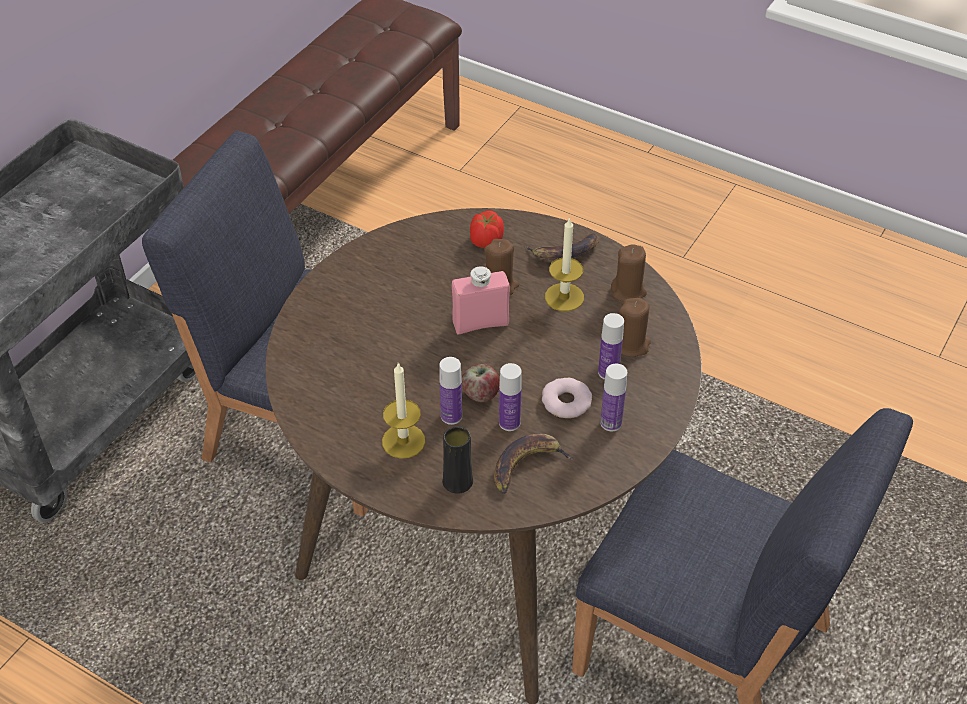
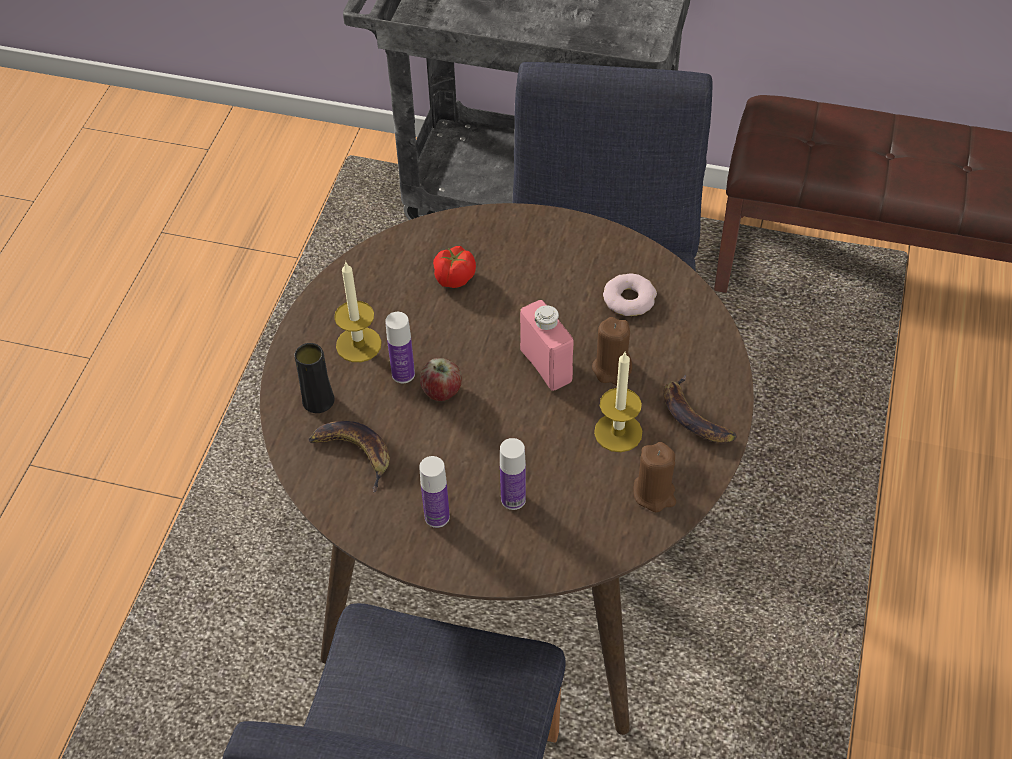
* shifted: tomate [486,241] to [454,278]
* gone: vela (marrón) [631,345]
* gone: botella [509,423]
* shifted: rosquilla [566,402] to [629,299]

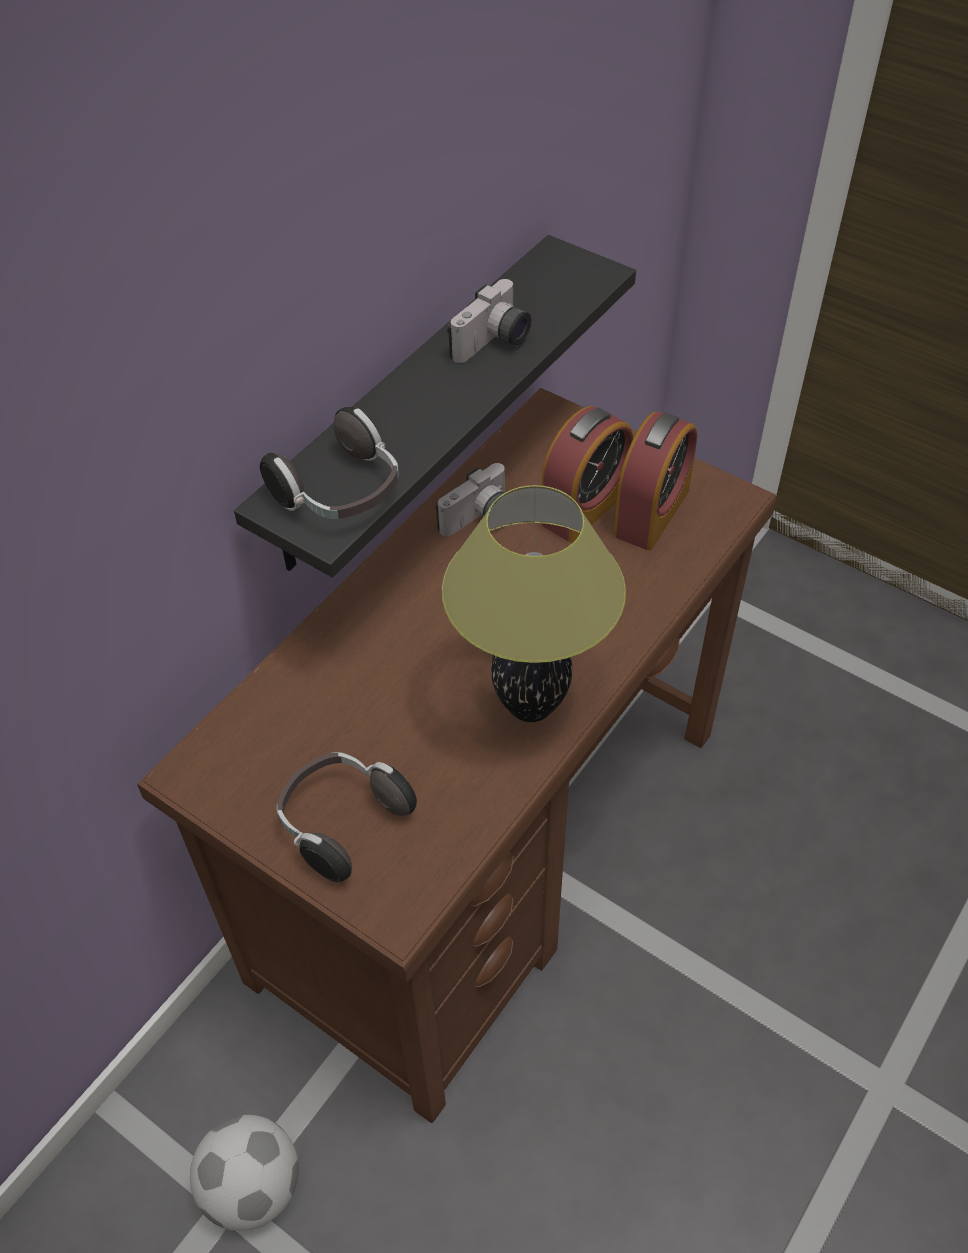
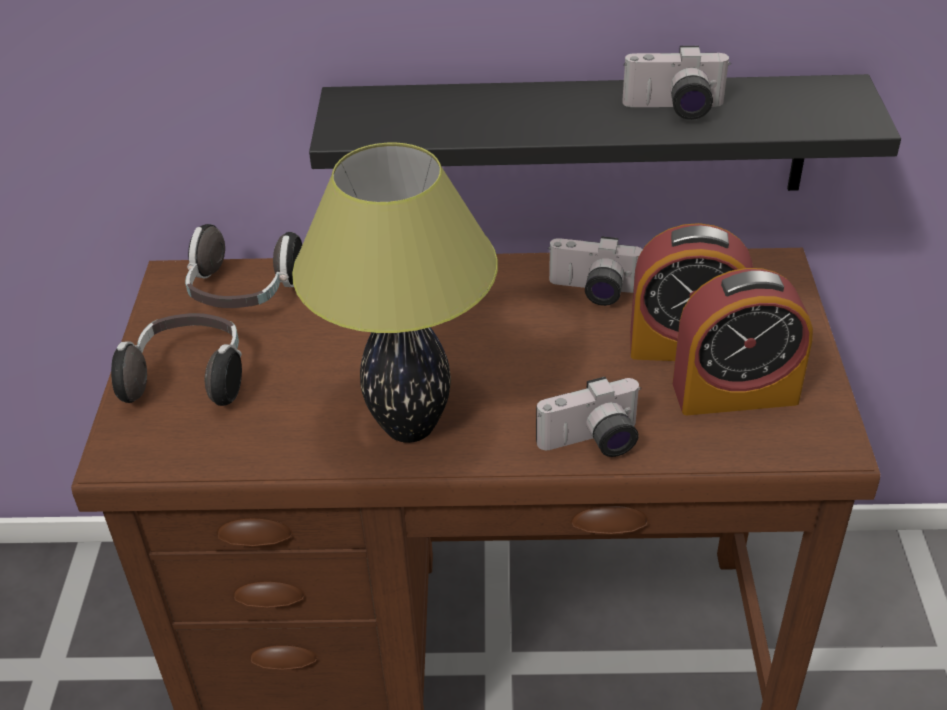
* shifted: auriculares [341,493] to [243,293]
* gone: balón de fútbol [253,1186]
* new: cámara [593,443]

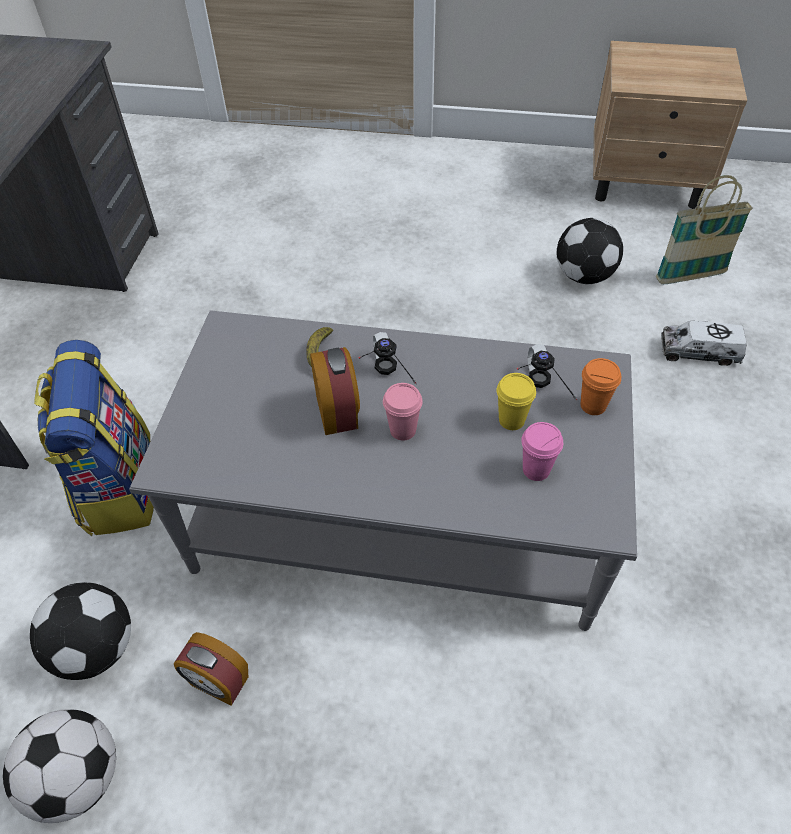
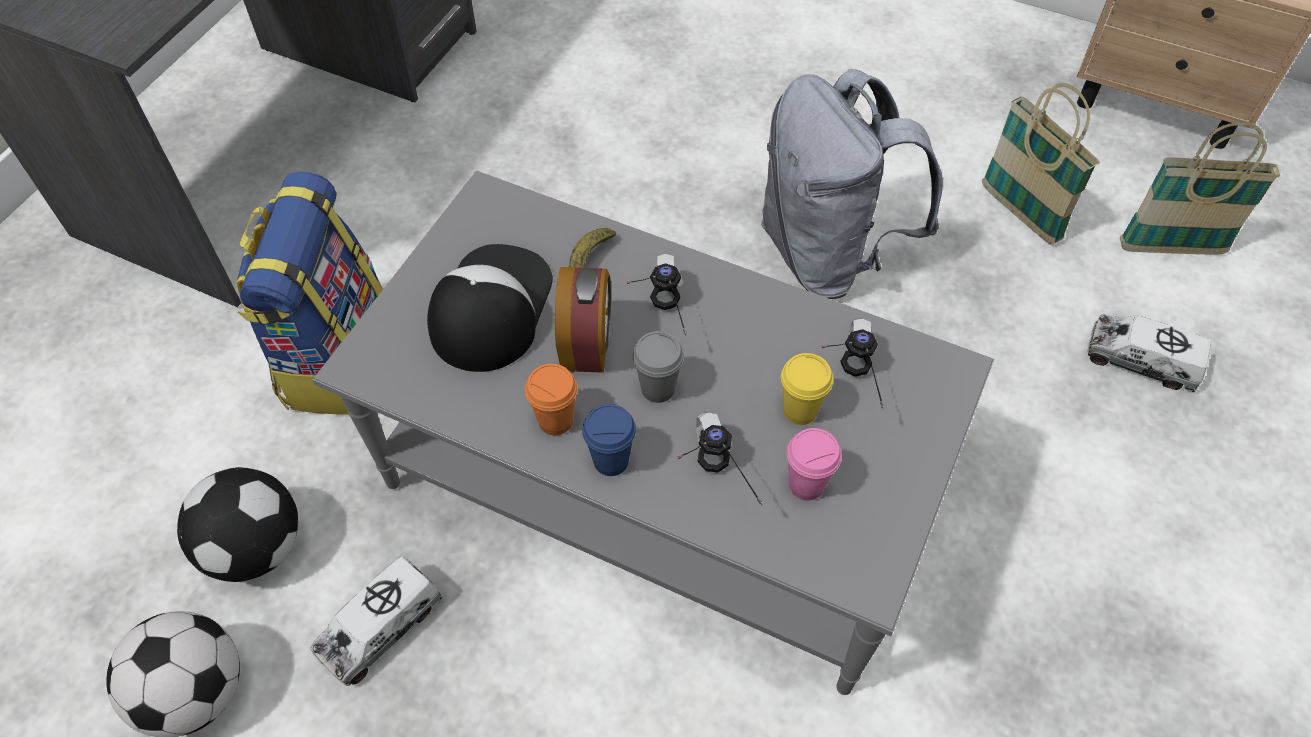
* swapped: balón de fútbol [585,276] to cesta [1020,213]
* shifted: taza (naranja) [593,405] to [555,421]
* repainted: taza (rosa) [403,430] to taza (gris) [658,388]
* swapped: despertador [219,682] to camión de juguete [381,628]
* new: mochila (gris) [828,254]
* new: gorra [489,308]
* new: taza (azul) [611,461]
* new: auriculares [709,483]

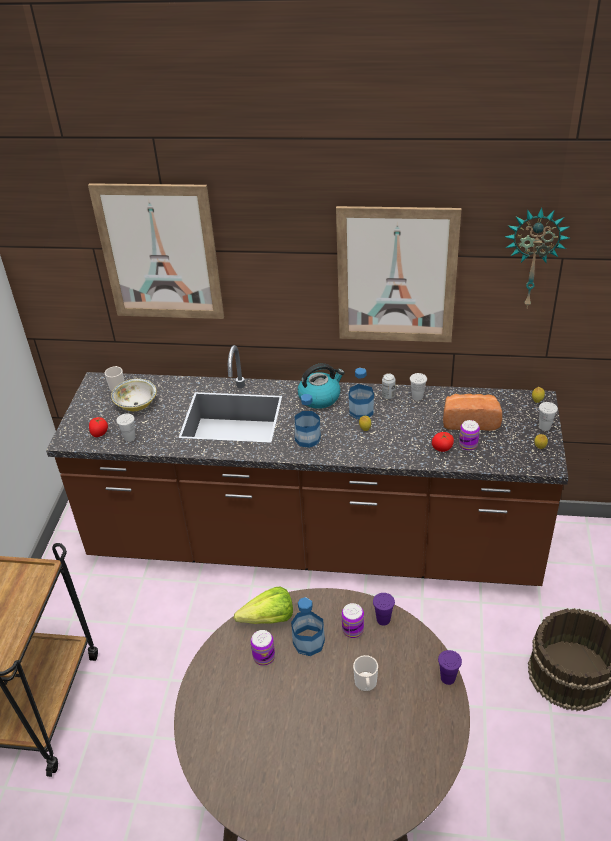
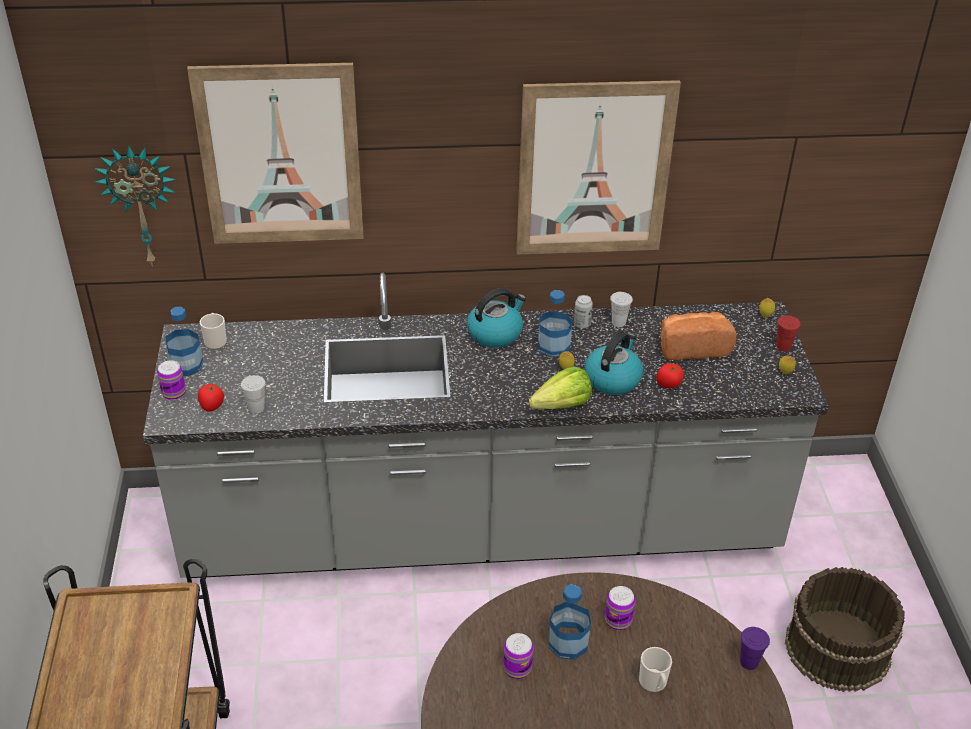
* shifted: reloj de pared [533,257] to [141,204]
* repainted: mueble bajo de cocina (marrón) [313,545] to mueble bajo de cocina (gris) [482,530]
* gone: cuenco [136,404]
* shifted: botella [307,439] to [186,365]
* repainted: taza (blanco) [544,427] to taza (rojo) [783,346]
* shifted: lata [468,445] to [174,393]
* shifted: lechuga [264,620] to [556,407]
* gone: taza (morado) [383,619]
* new: hervidor [612,379]

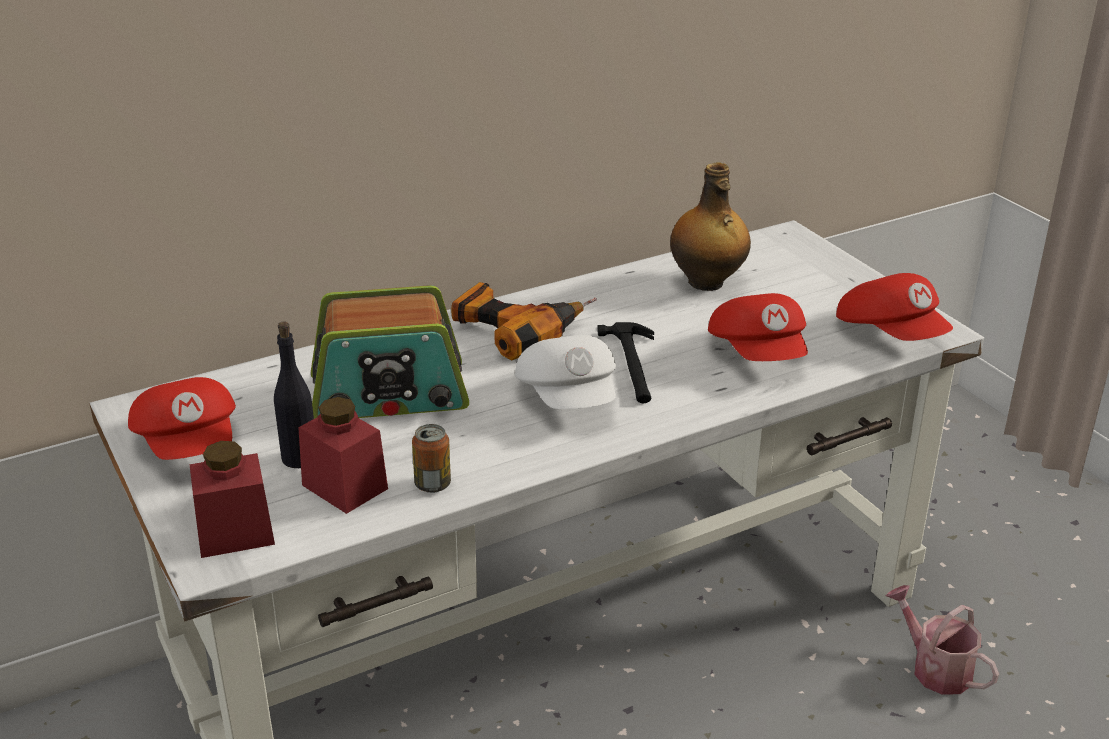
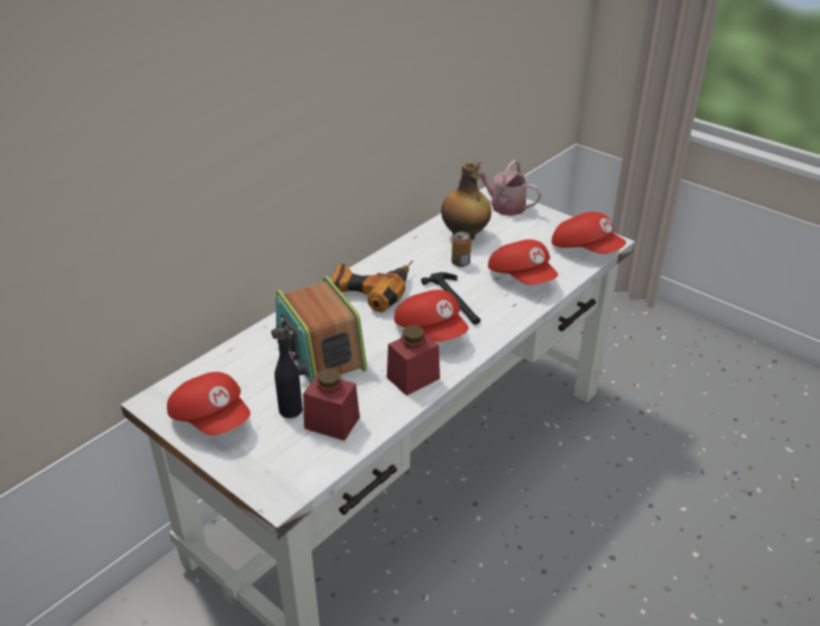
* rotated: radio [389,394] = [319,352] 90 degrees clockwise
* repainted: gorra (blanco) [570,398] to gorra (rojo) [431,330]
* shifted: lata [433,484] to [460,263]
* shifted: tarro (rojo) [235,533] to [413,378]
* shifted: regadera [935,668] to [503,205]

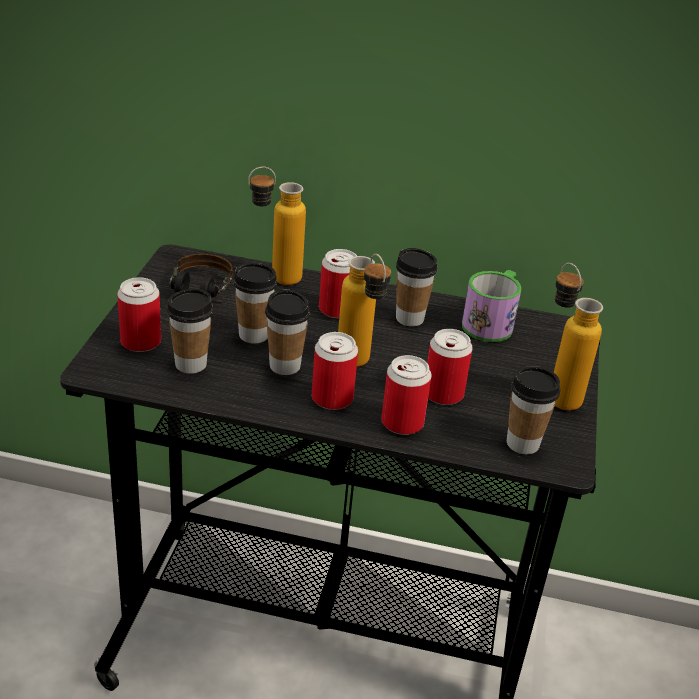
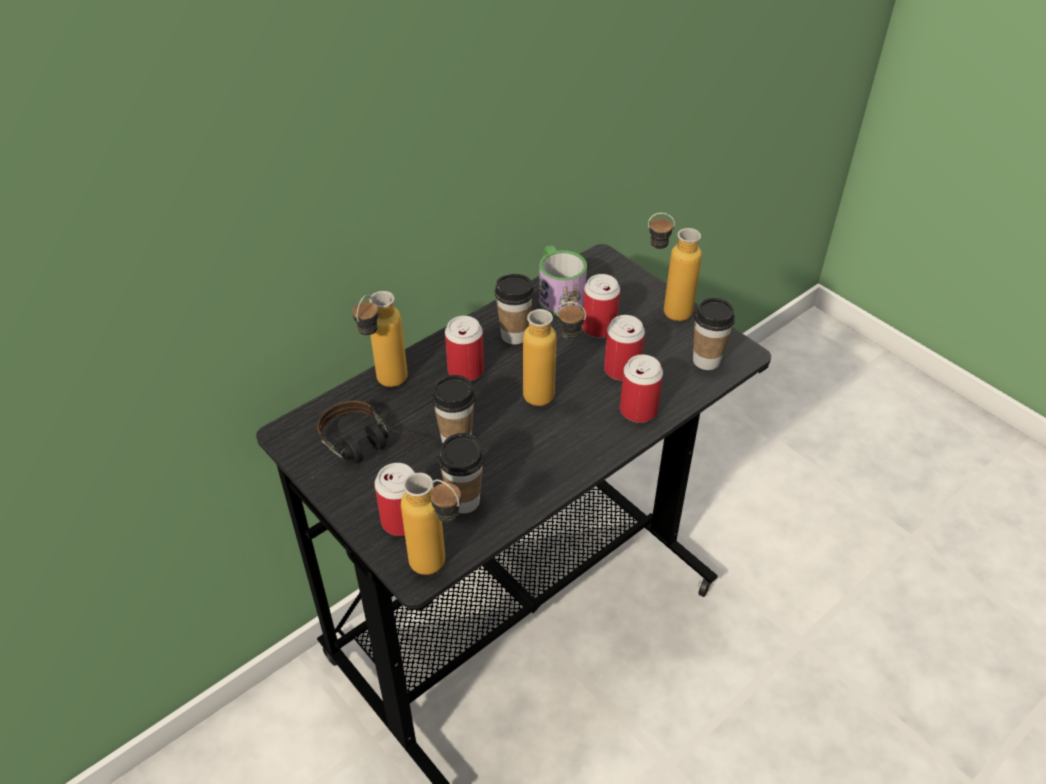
* gone: taza [285,366]
* shifted: lata [332,398] to [599,327]
* new: botella [439,569]

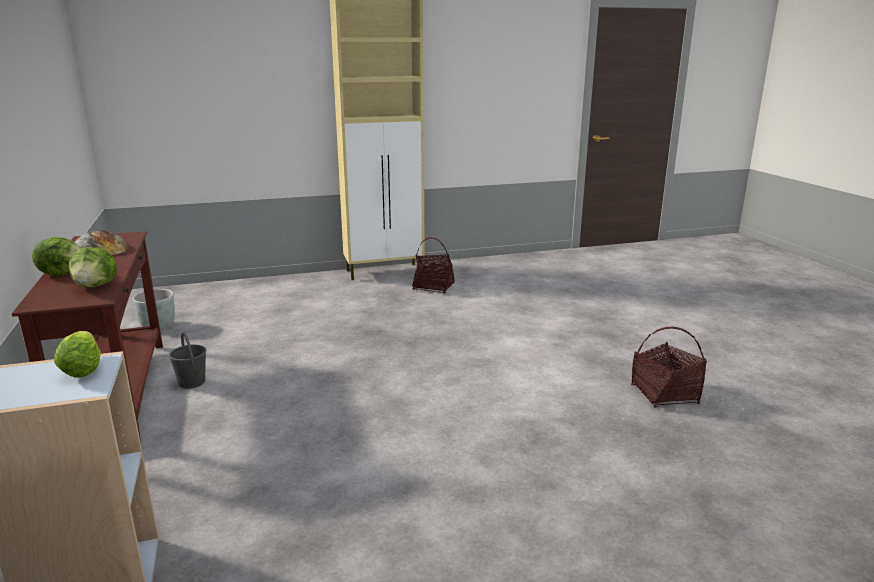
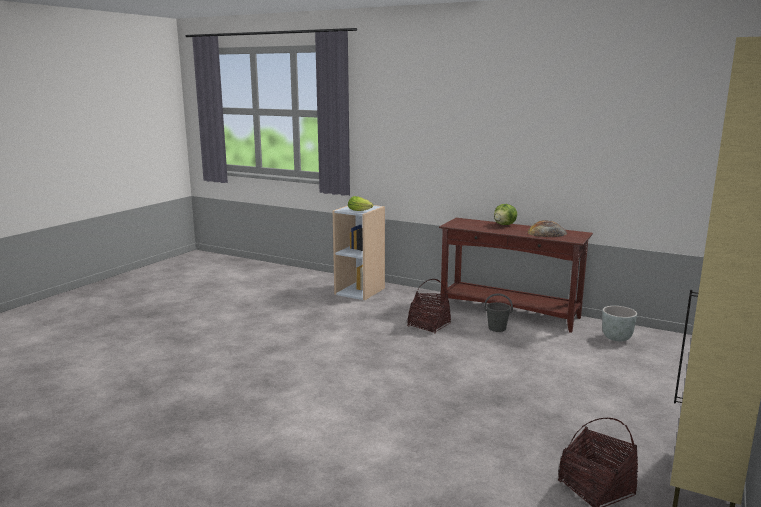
* gone: lechuga [96,286]
* shifted: cesta [665,394] to [428,325]

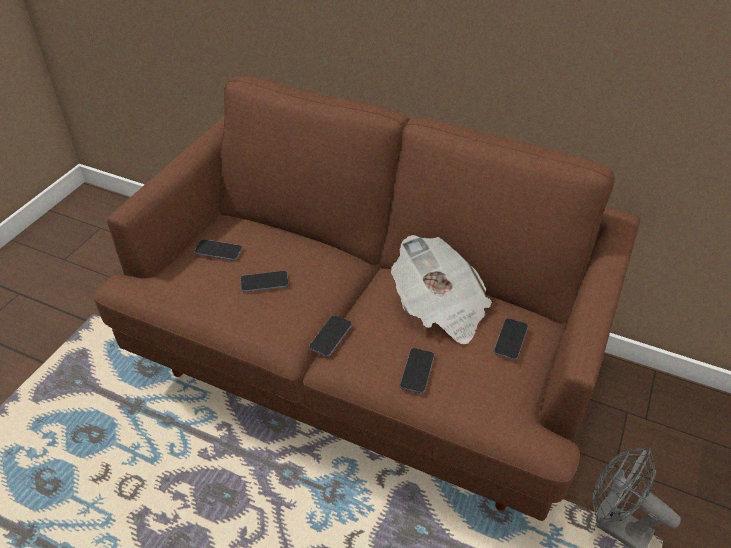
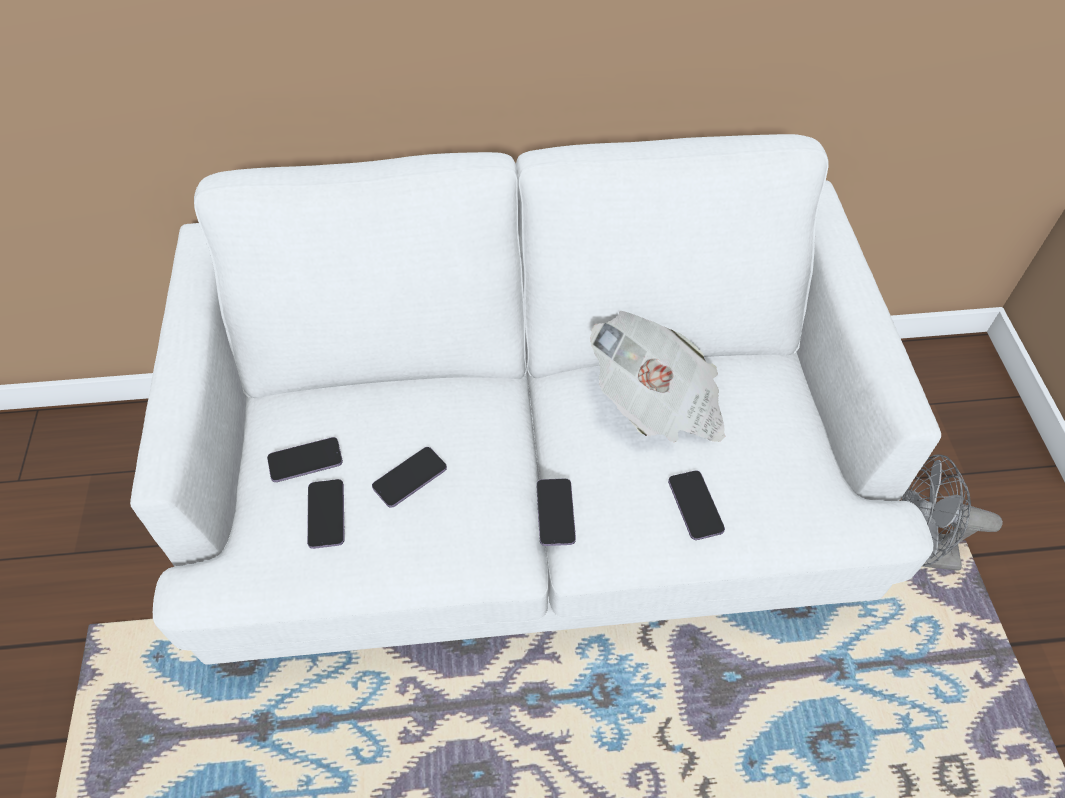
* repainted: sofá (marrón) [363,369] to sofá (blanco) [529,509]
* shifted: móvil [510,340] to [326,514]

